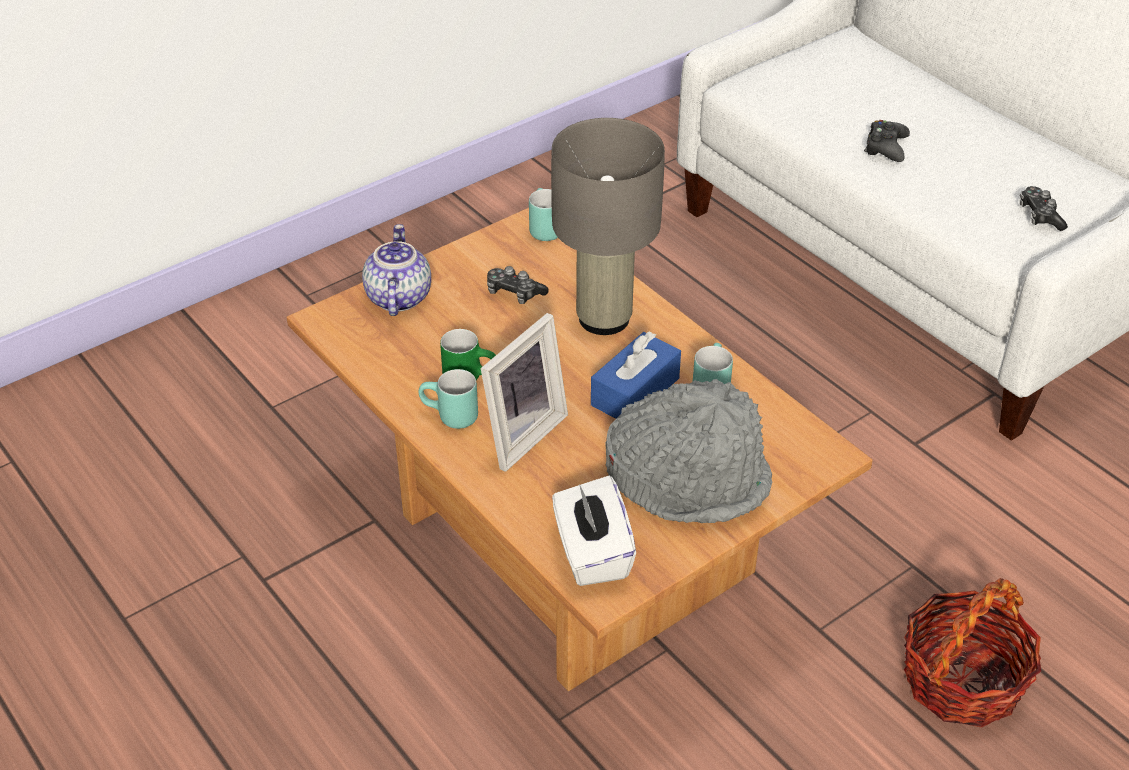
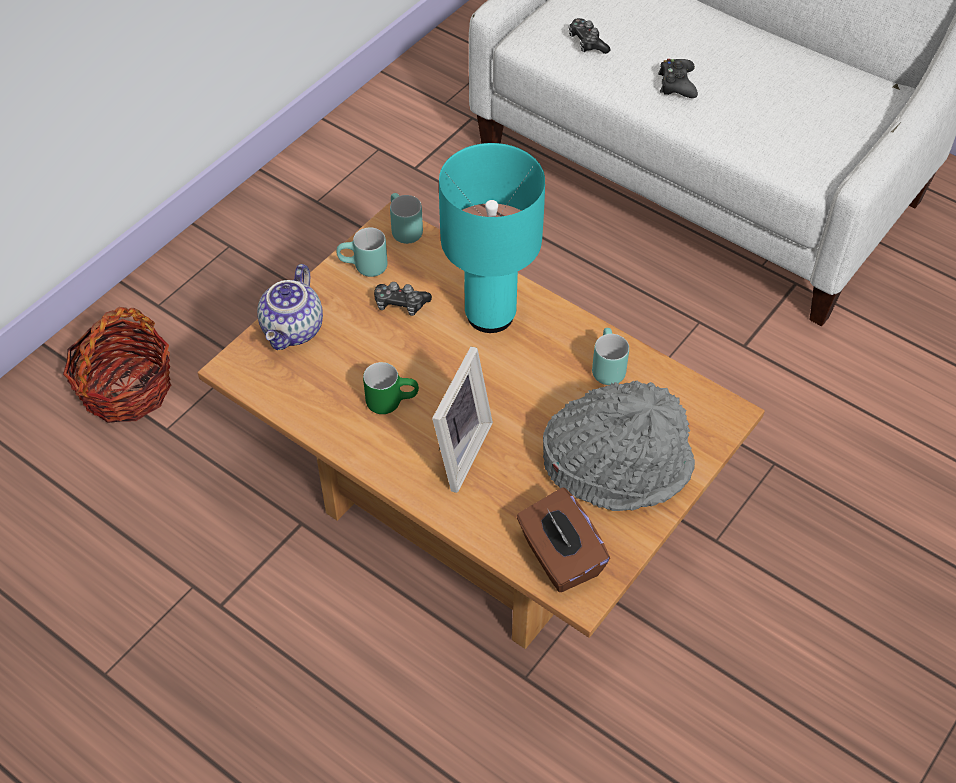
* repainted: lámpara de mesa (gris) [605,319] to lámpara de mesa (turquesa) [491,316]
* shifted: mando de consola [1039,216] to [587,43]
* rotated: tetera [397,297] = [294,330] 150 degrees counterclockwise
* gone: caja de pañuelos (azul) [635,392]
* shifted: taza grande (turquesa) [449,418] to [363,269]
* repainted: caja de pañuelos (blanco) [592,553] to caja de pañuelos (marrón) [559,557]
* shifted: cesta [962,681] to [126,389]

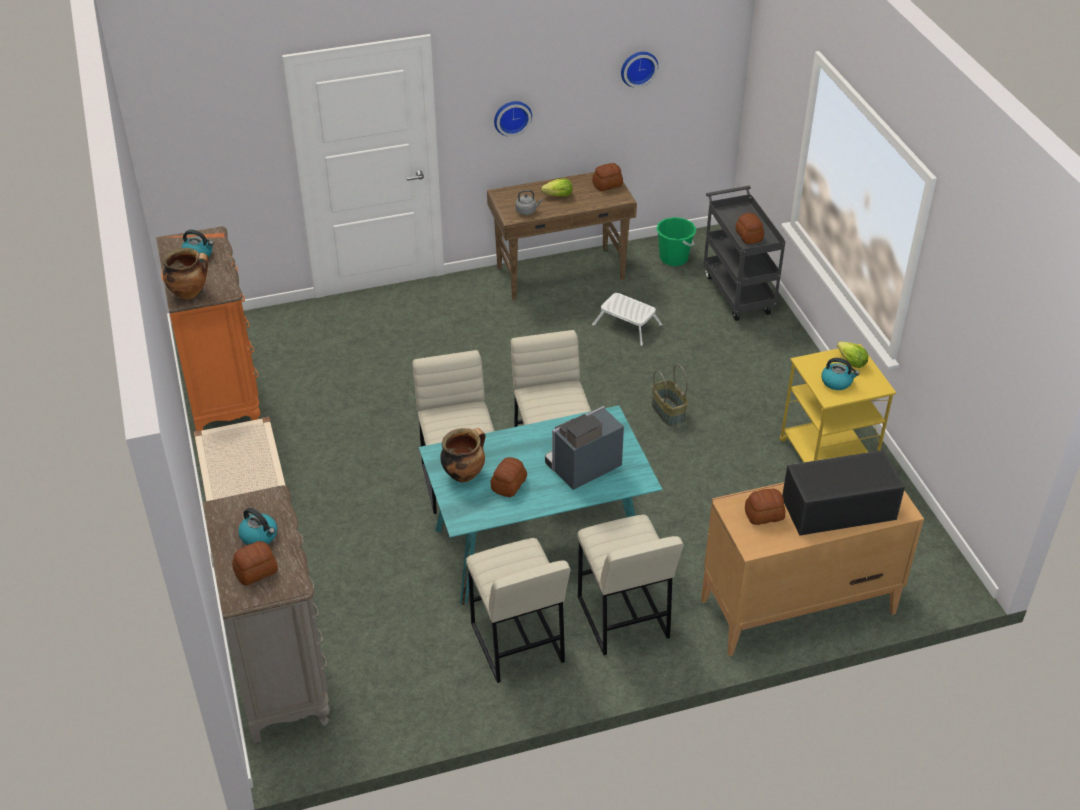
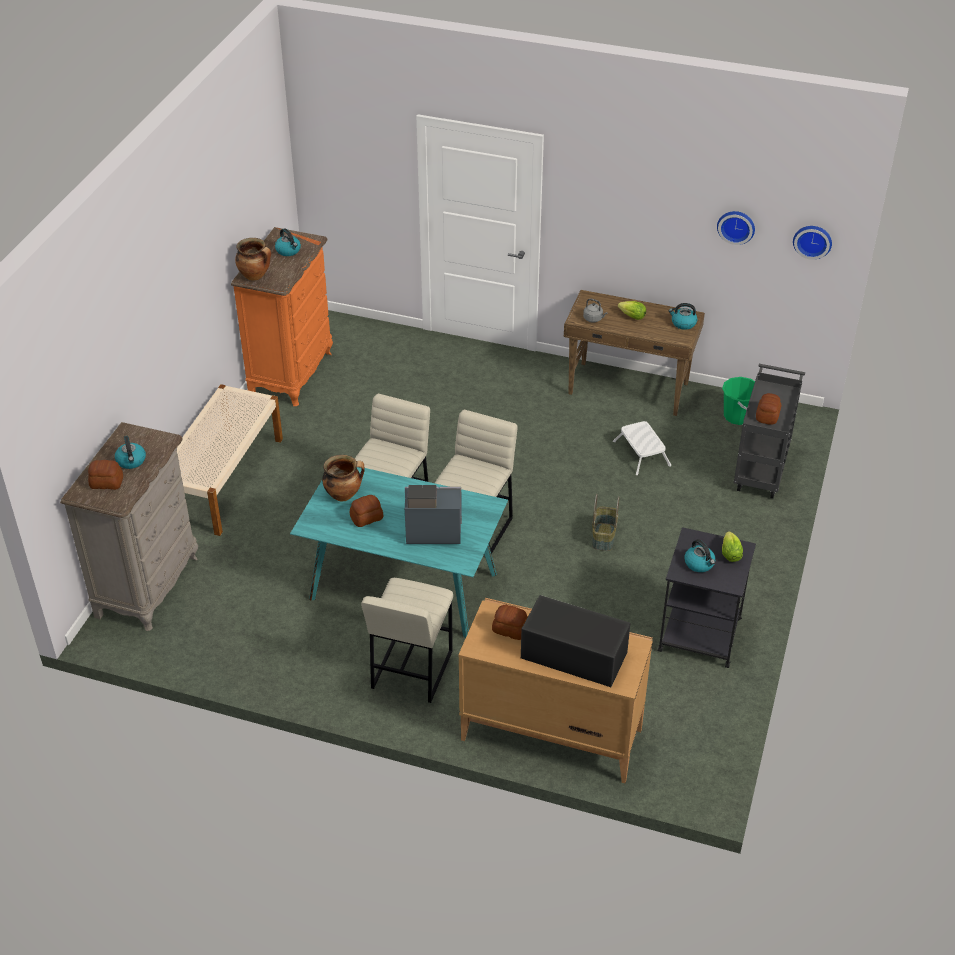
* shifted: reloj de pared [512,117] to [812,240]
* swapped: pan [608,184] to hervidor [683,323]
* repainted: carrito (amarillo) [827,457] to carrito (negro) [699,636]
* gone: silla (beis) [518,644]

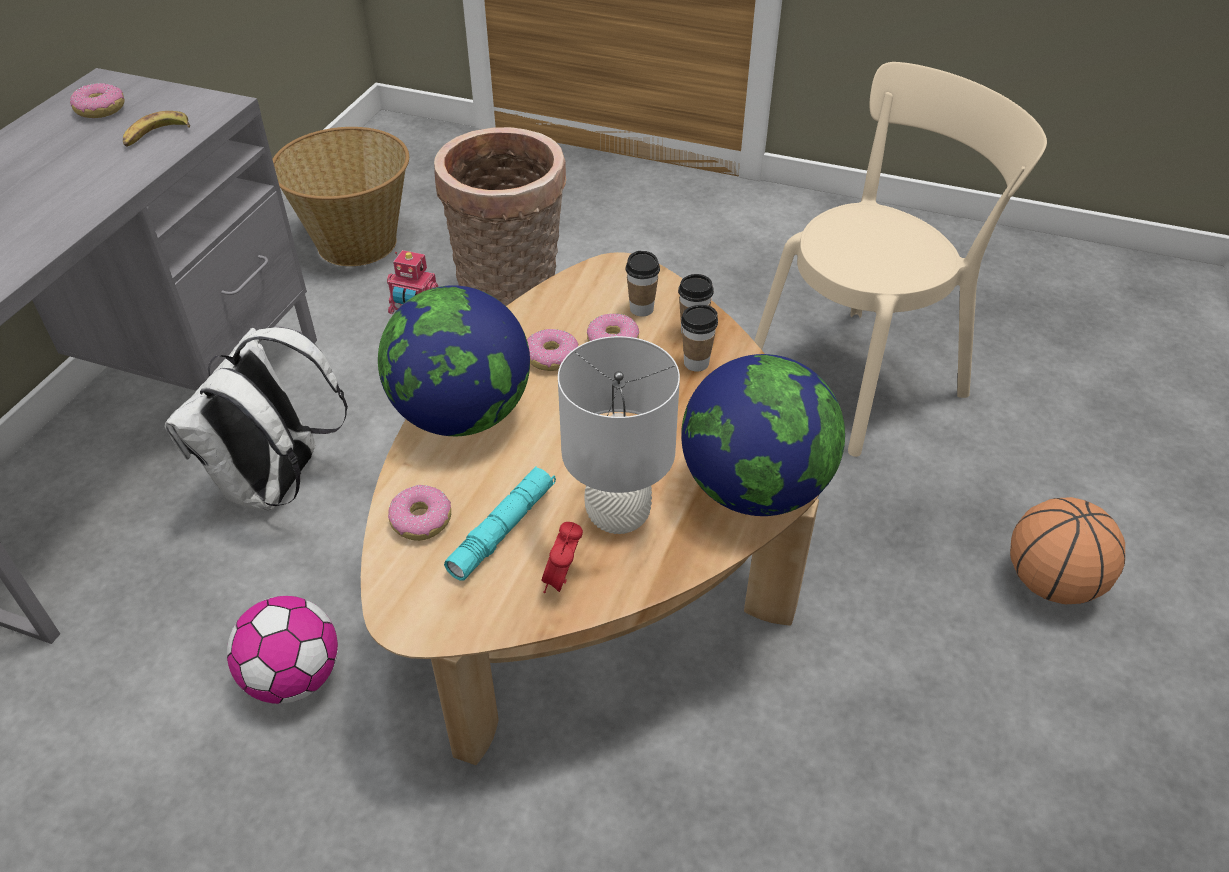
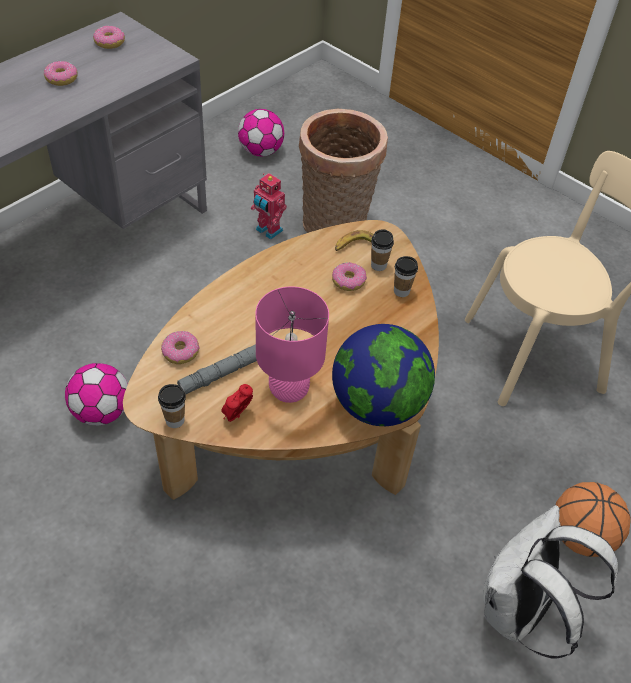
* shifted: plátano [156,136] to [354,245]
* swapped: cesta [357,242] to balón de fútbol [261,151]
* gone: globo terráqueo [462,415]
* shifted: taza [696,363] to [175,420]
* shifted: mochila (blanco) [277,485] to [519,612]
* shifted: rosquilla [552,357] to [62,79]
* repainted: lámpara de mesa (gris) [621,517] to lámpara de mesa (rosa) [290,392]
* repainted: linterna (turquesa) [503,529] to linterna (gris) [221,374]

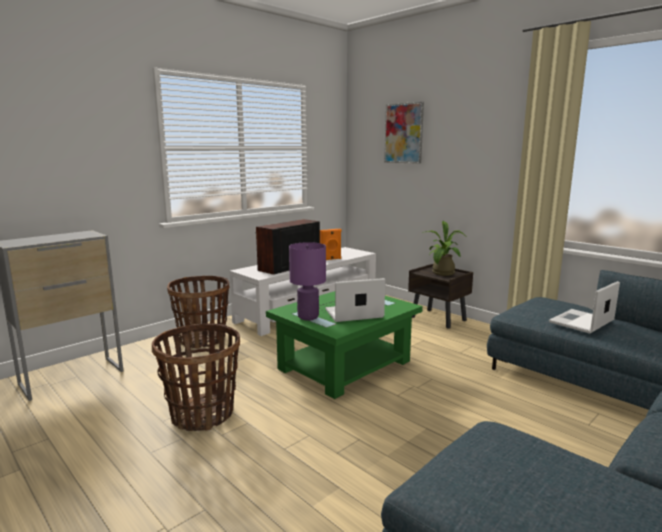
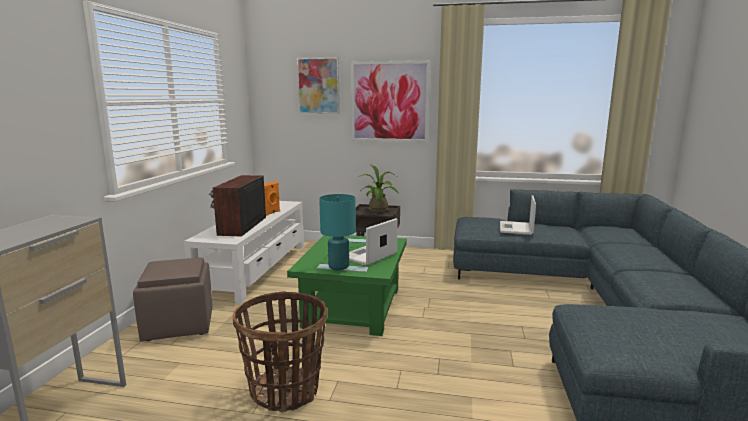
* repainted: lámpara de mesa (morado) [308,318] to lámpara de mesa (turquesa) [338,268]
* swapped: cesta [202,339] to puf (marrón) [179,324]
* new: cuadro [389,102]

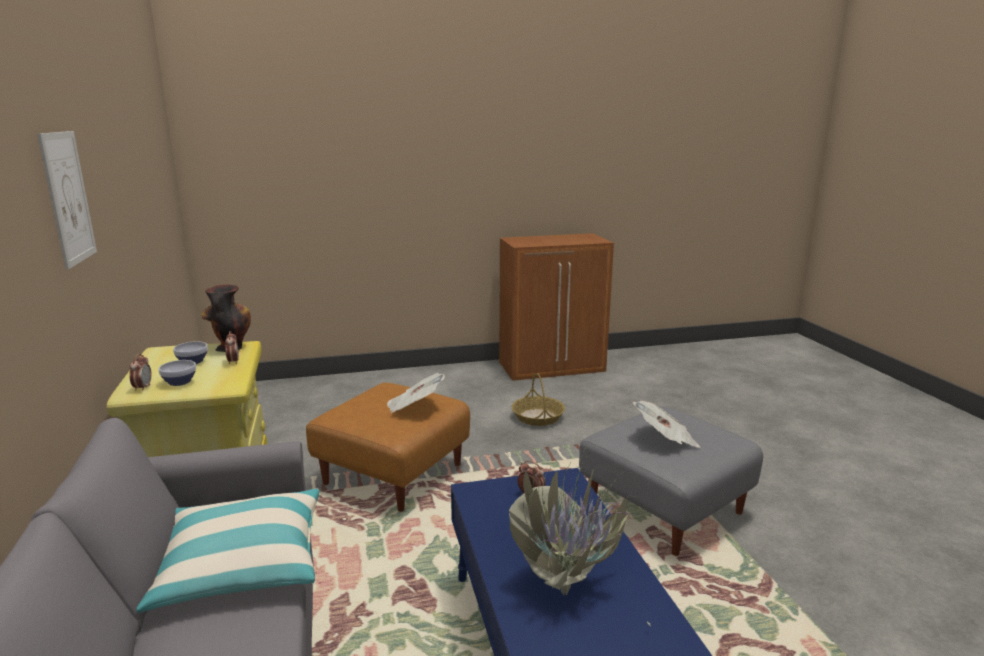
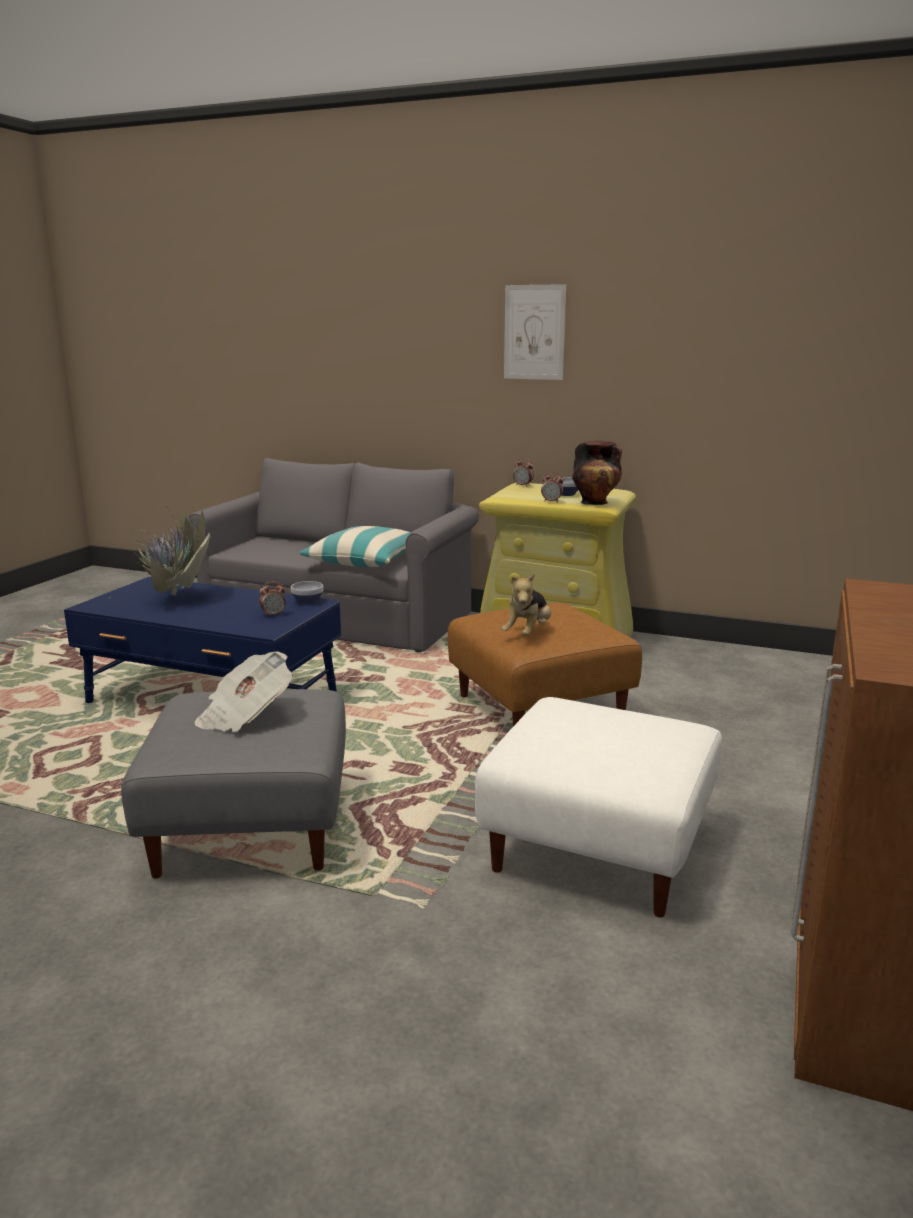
* shifted: cuenco [180,382] to [307,602]
* swapped: periódico [414,407] to peluche [528,633]
* swapped: cesta [538,417] to puf (blanco) [596,848]

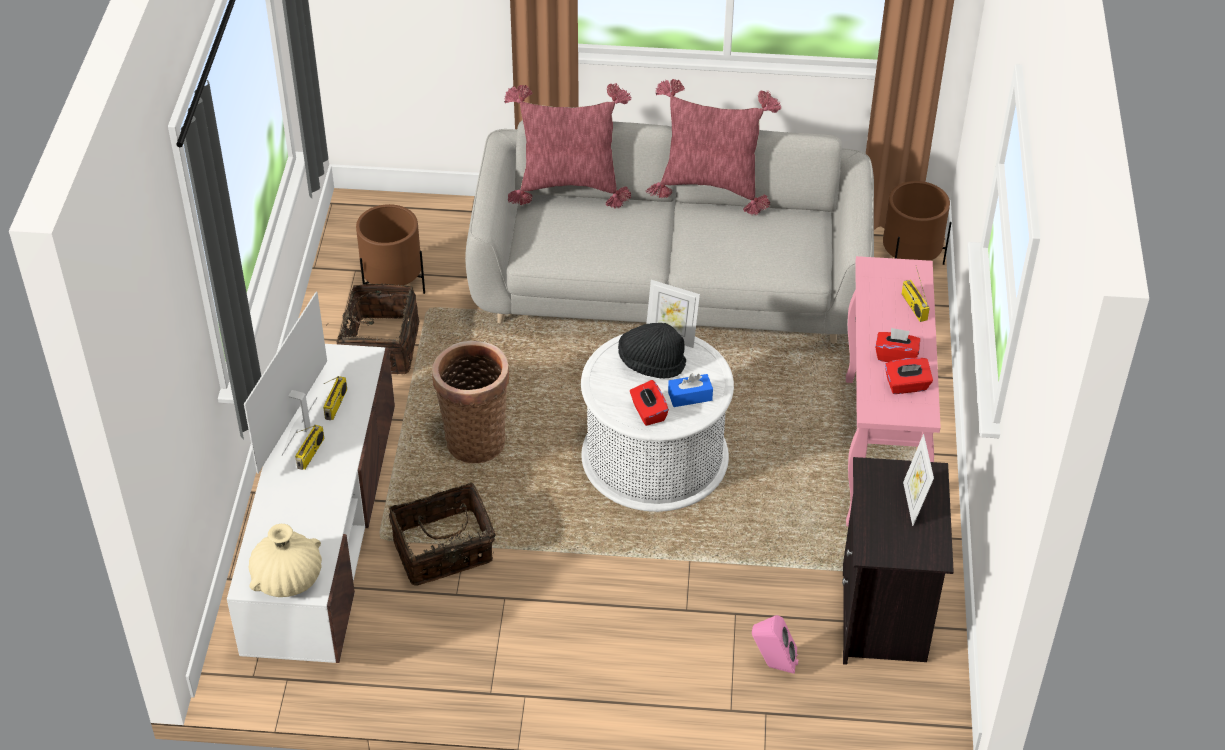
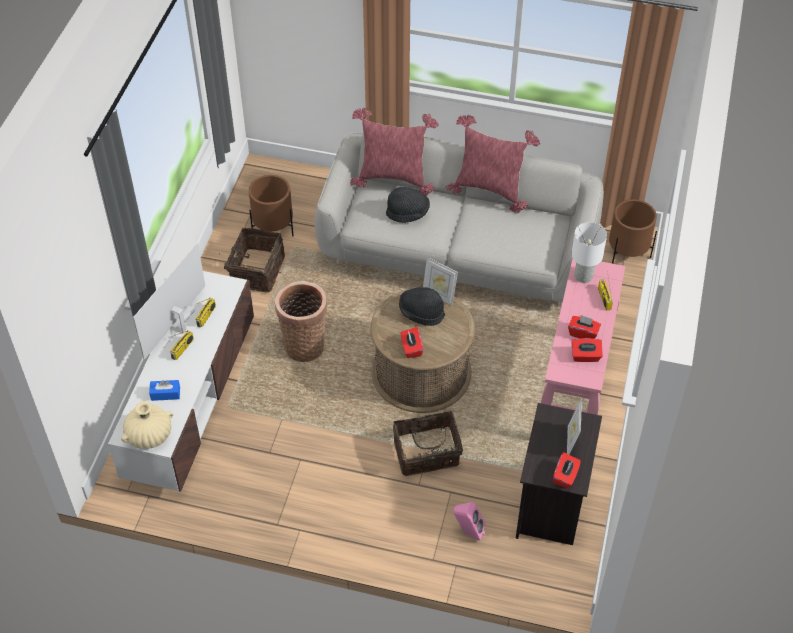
* repainted: mesa de centro (blanco) [655,456] to mesa de centro (marrón) [421,372]
* shifted: caja de pañuelos (azul) [690,396] to [165,394]
* shifted: cesta [444,552] to [427,454]
* new: sombrero (negro) [408,213]
* new: lámpara de mesa (blanco) [583,276]
* new: caja de pañuelos (rojo) [565,476]

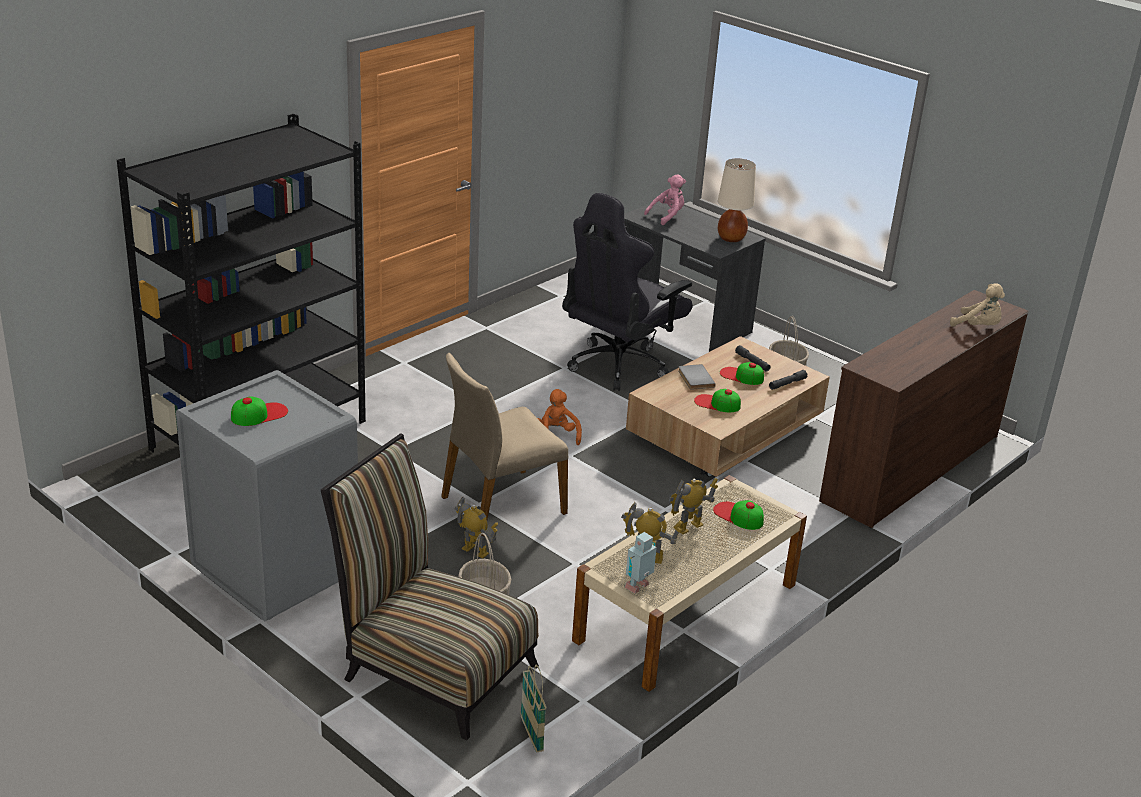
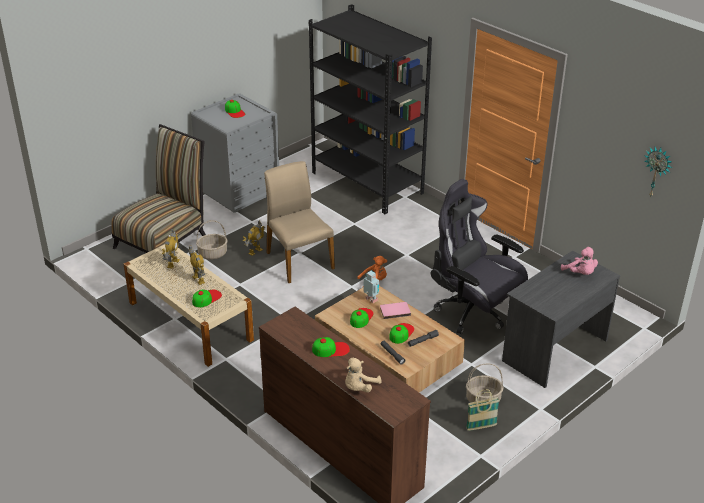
* gone: lámpara de mesa (beis) [730,238]
* repainted: libro (gris) [694,378] to libro (rosa) [394,311]
* shifted: robot de juguete [638,587] to [371,300]
* shifted: cesta [531,734] to [481,427]
* new: reloj de pared [657,171]
* new: gorra [331,349]

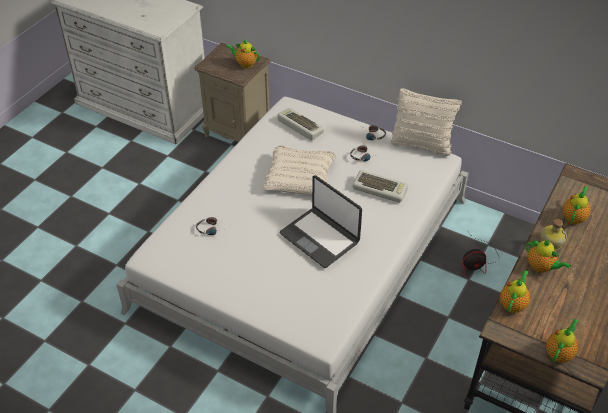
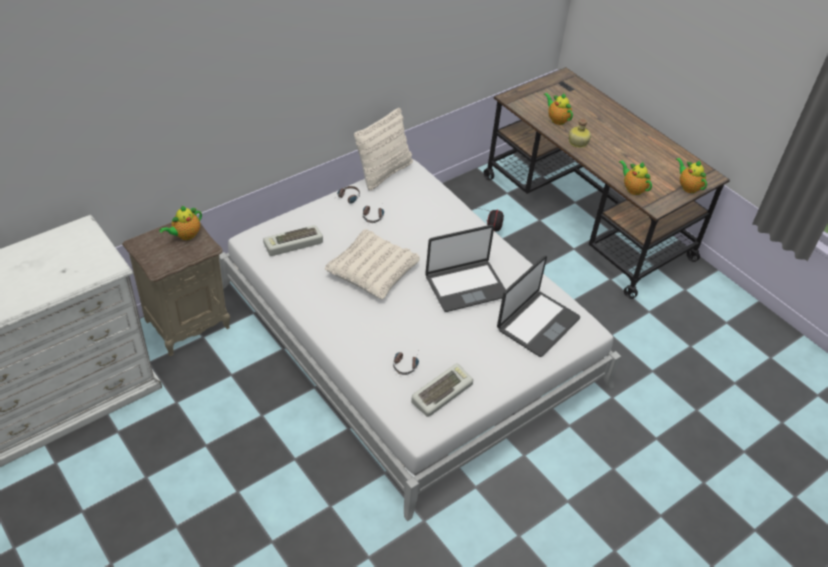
* shifted: teclado [380,189] to [441,392]
* gone: tetera [541,267]
* new: portátil [537,323]

